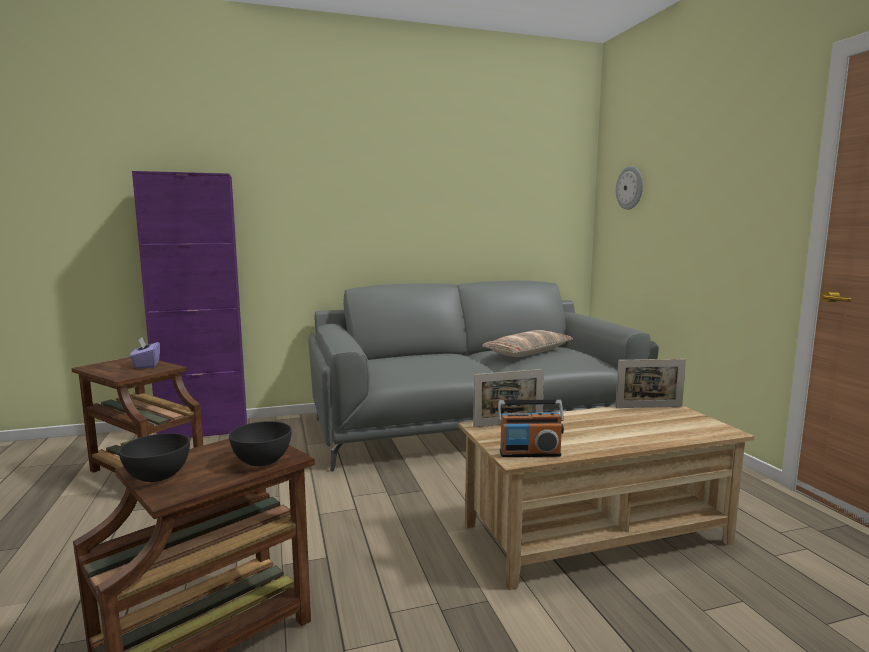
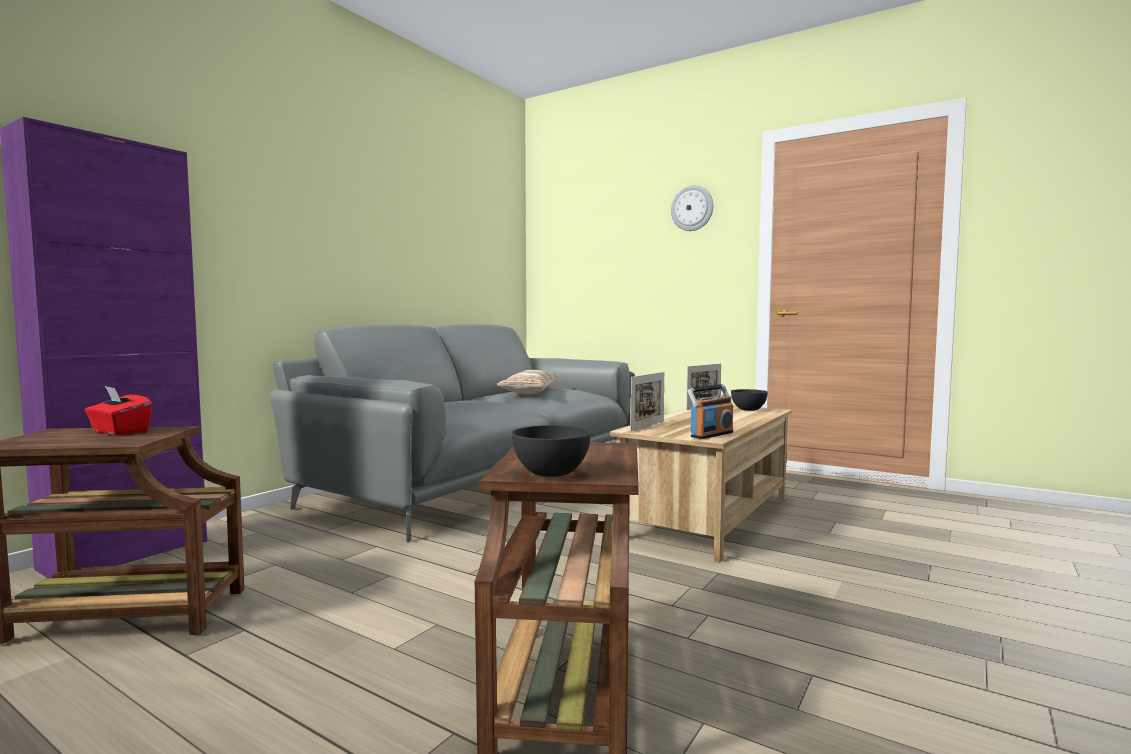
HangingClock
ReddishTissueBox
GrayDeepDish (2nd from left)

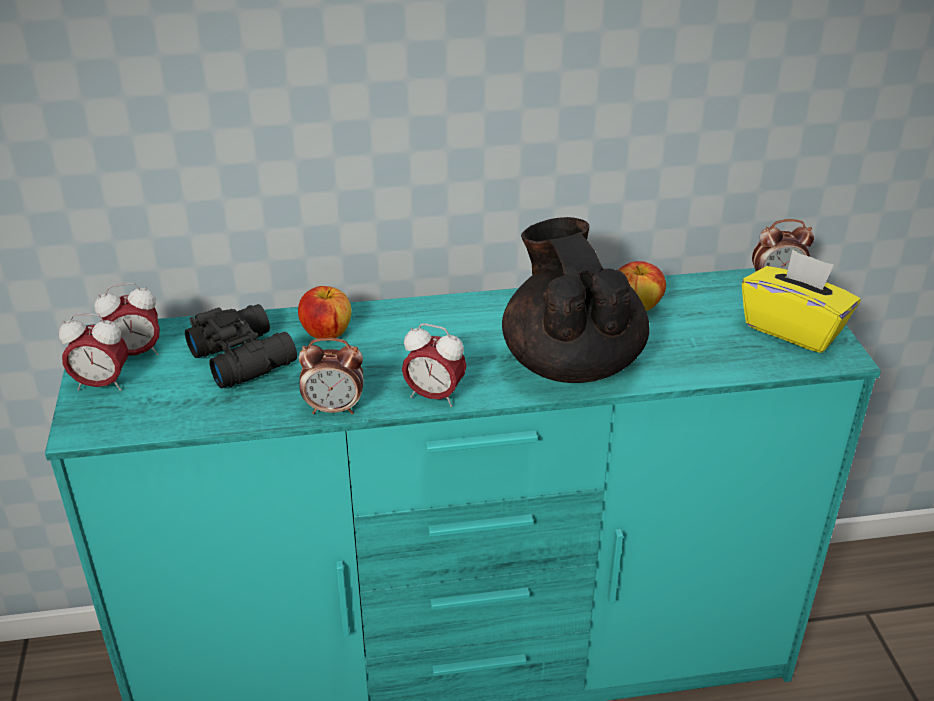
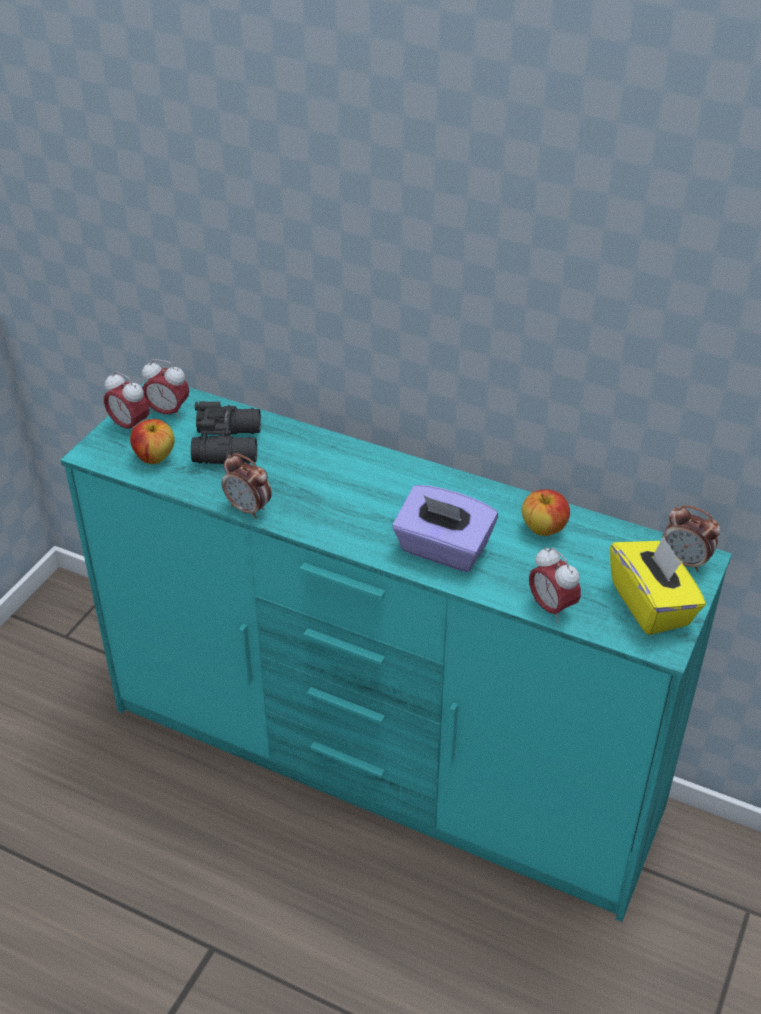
PurplishTissueBox
AppleFruit (1st from left)
TableClock (4th from left)

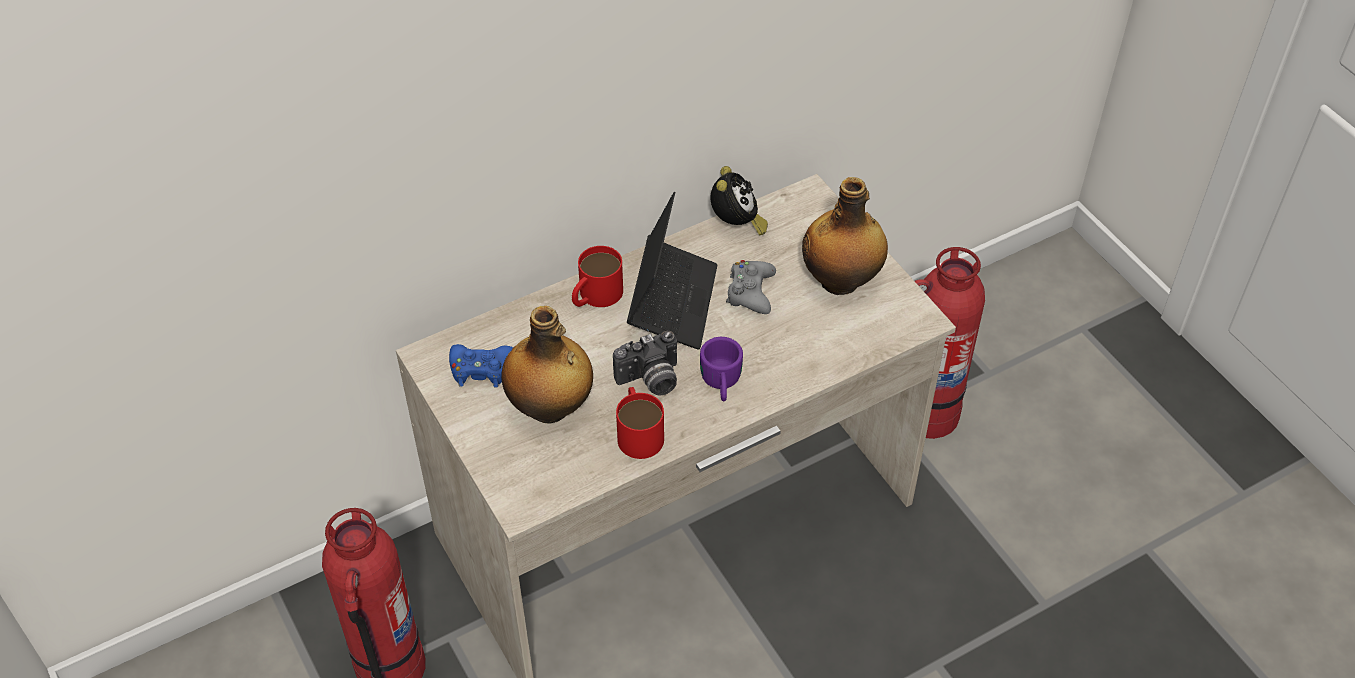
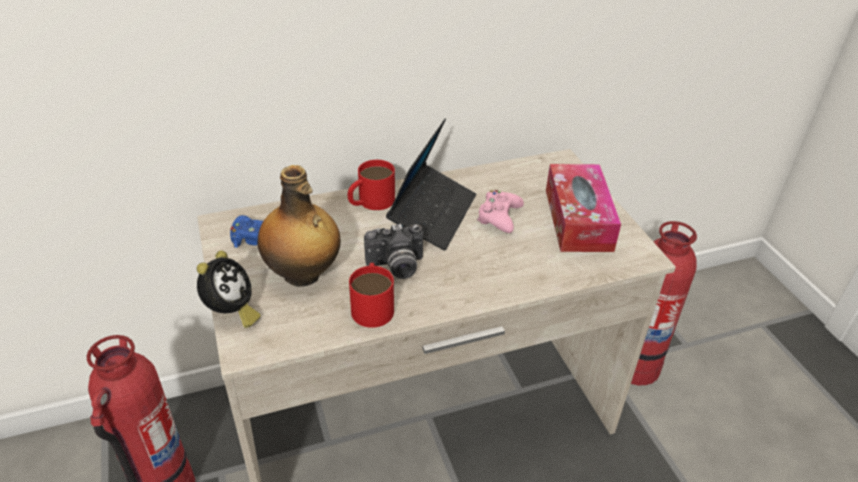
TableClock
TissueBox
PinkishJoypad
PurplishTeaMug

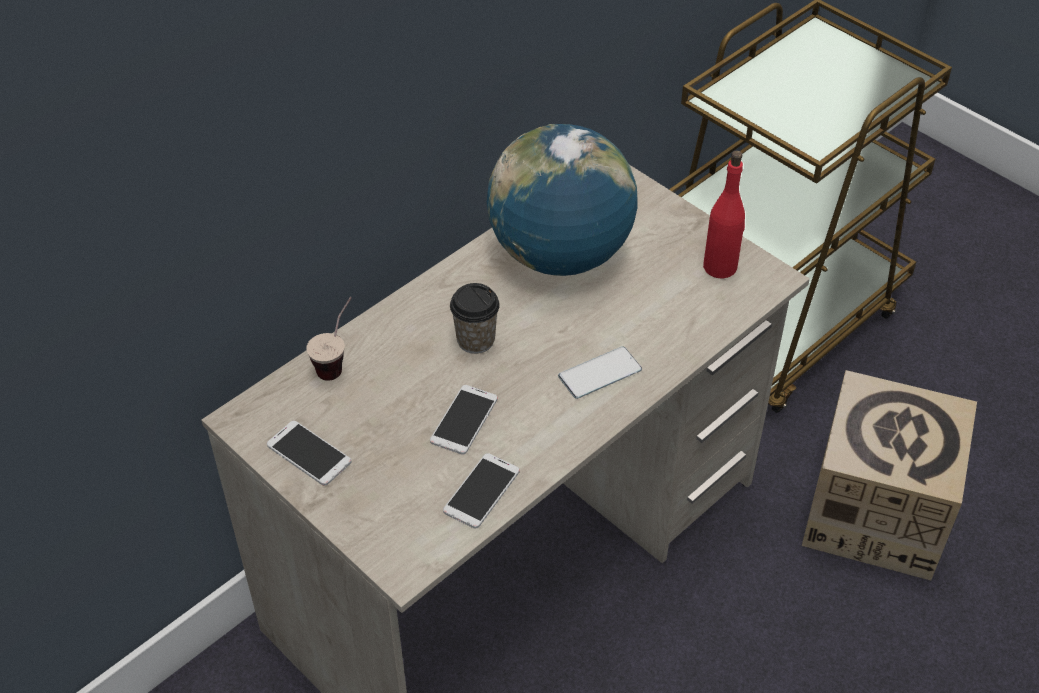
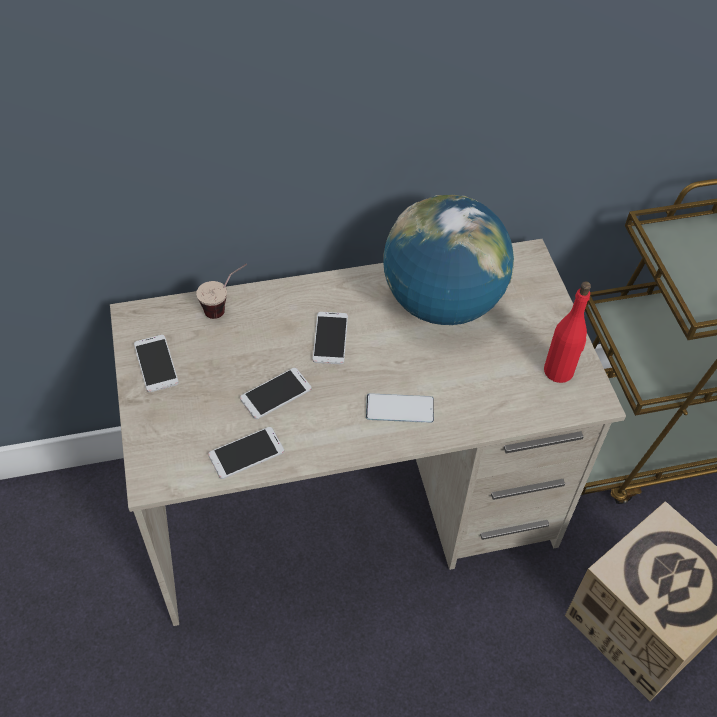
Telephone (4th from left)

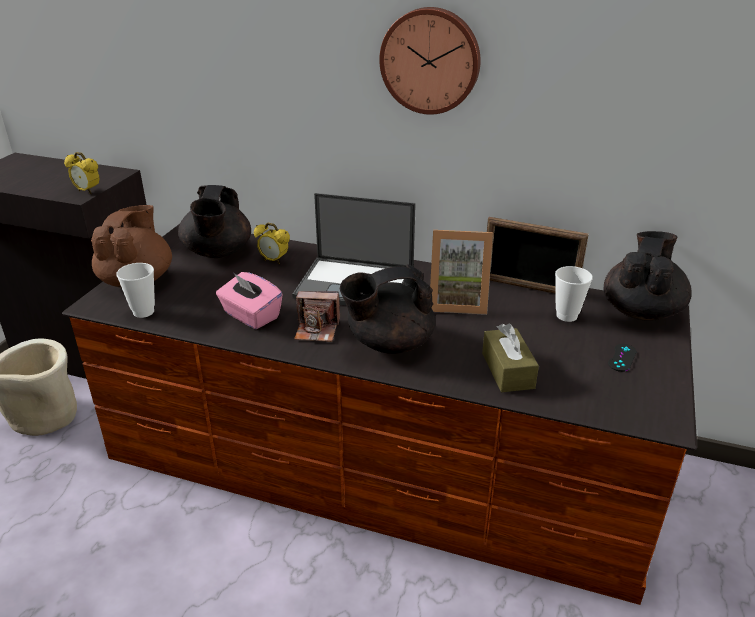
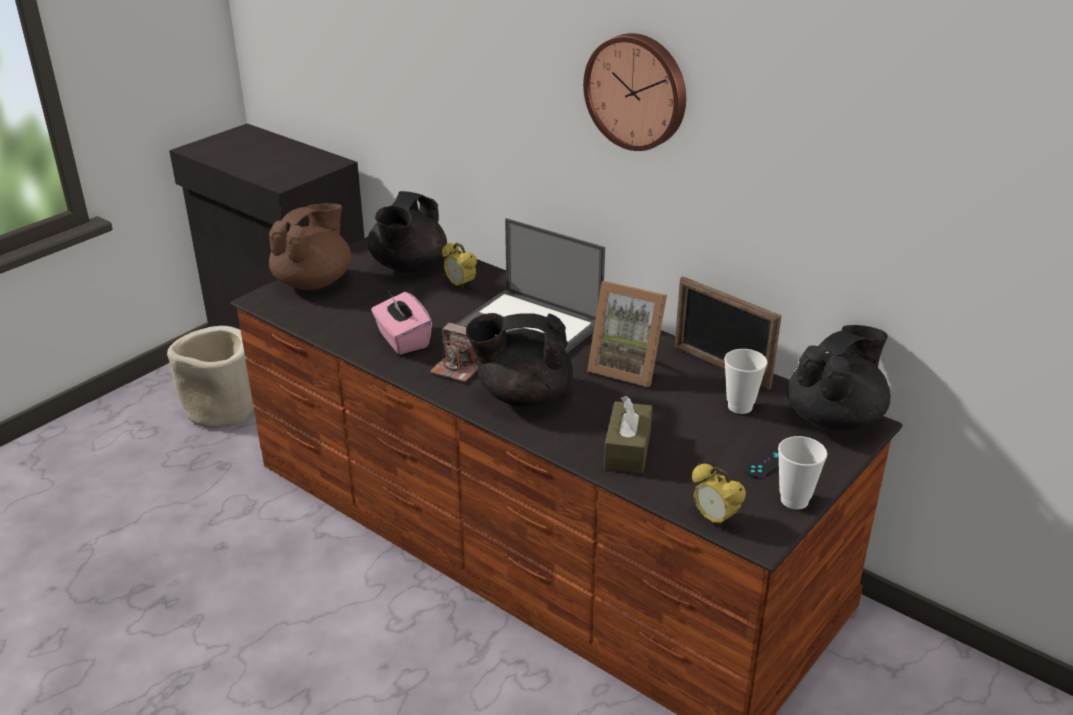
TableClock (2nd from left)
SmallCup (2nd from left)

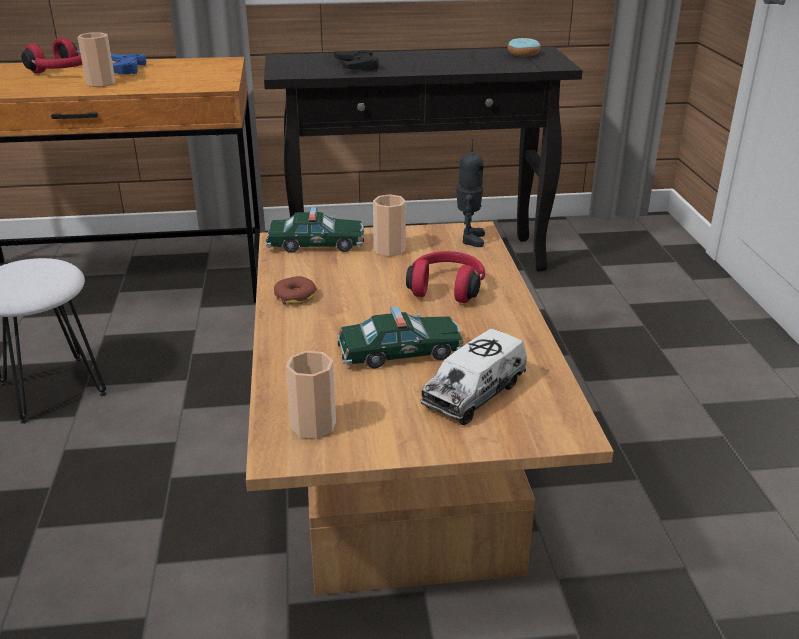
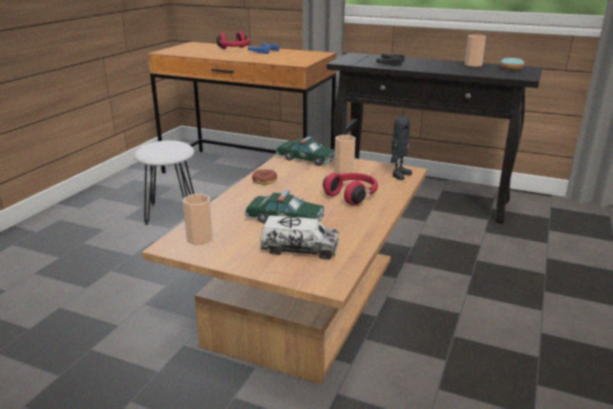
SmallCup (3rd from left)
ModelTruck

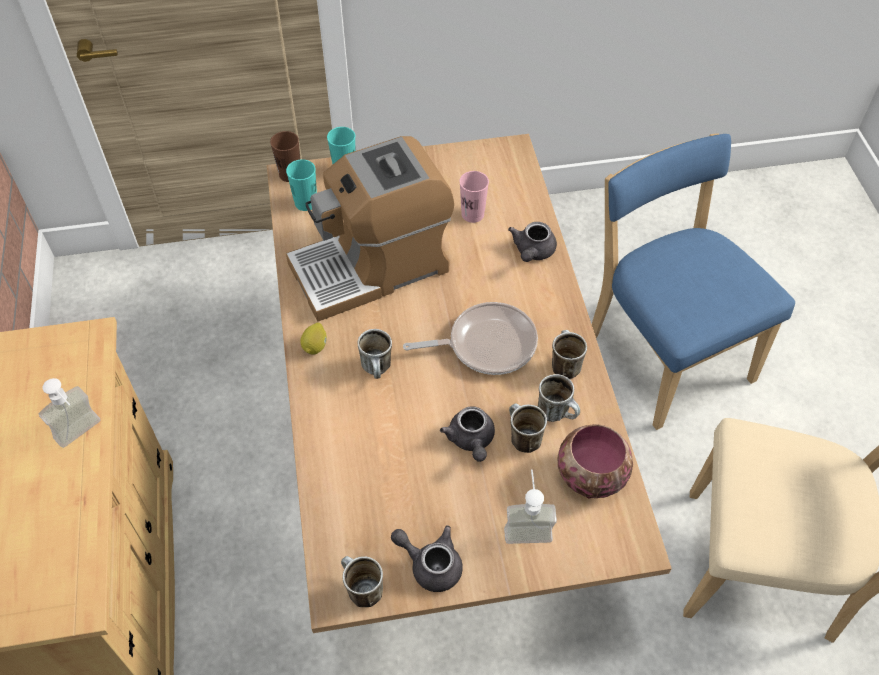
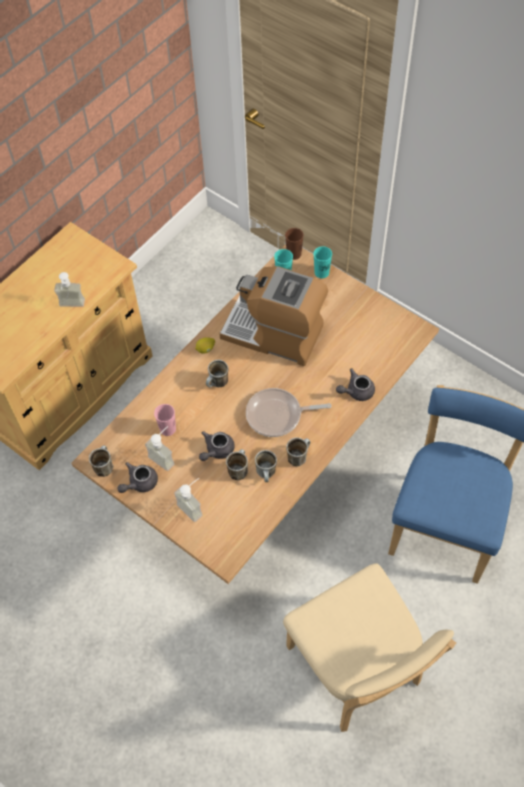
PinkishSmallCup
FryingPan
DeepDish
GrayPotForTea (1st from left)
SoapBottle (2nd from left)

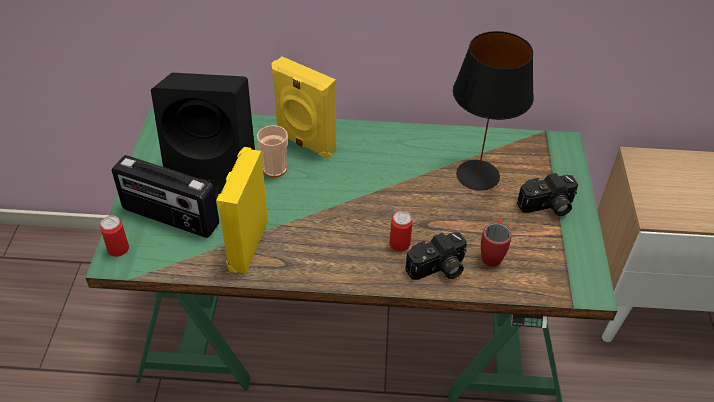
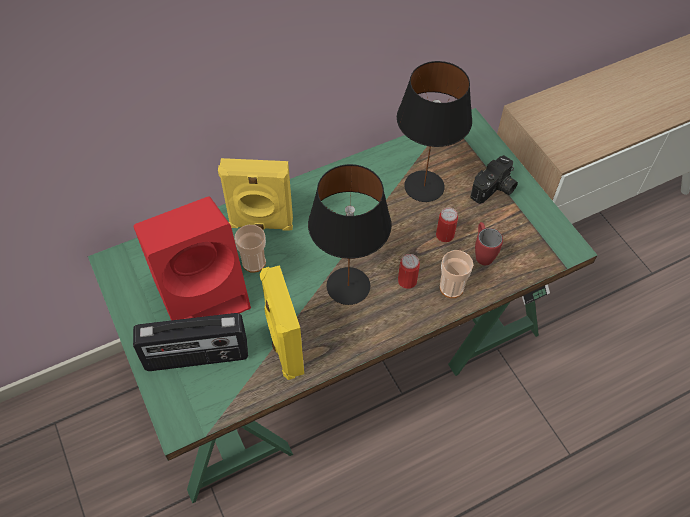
ReddishLoudspeaker
SealedCan (2nd from left)
SmallCup (2nd from left)
BlackTabletopLamp (1st from left)

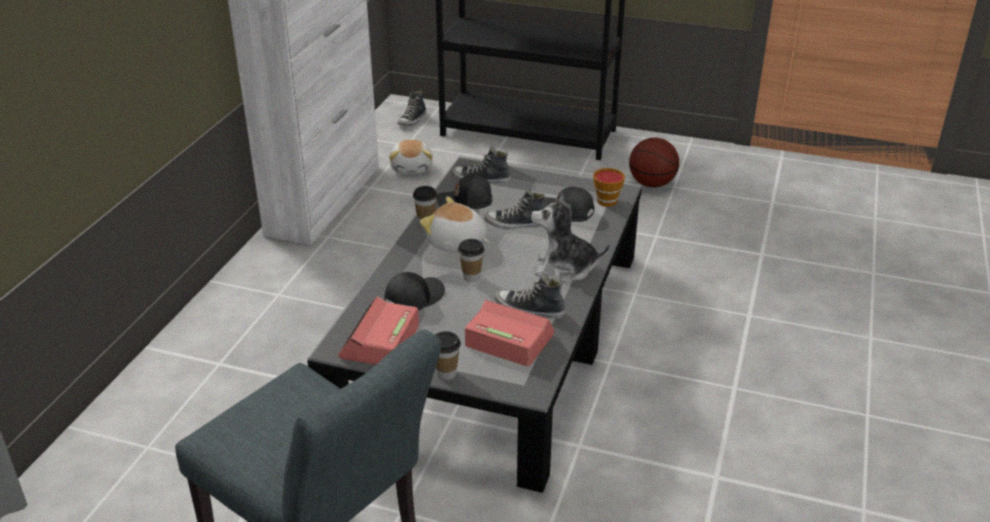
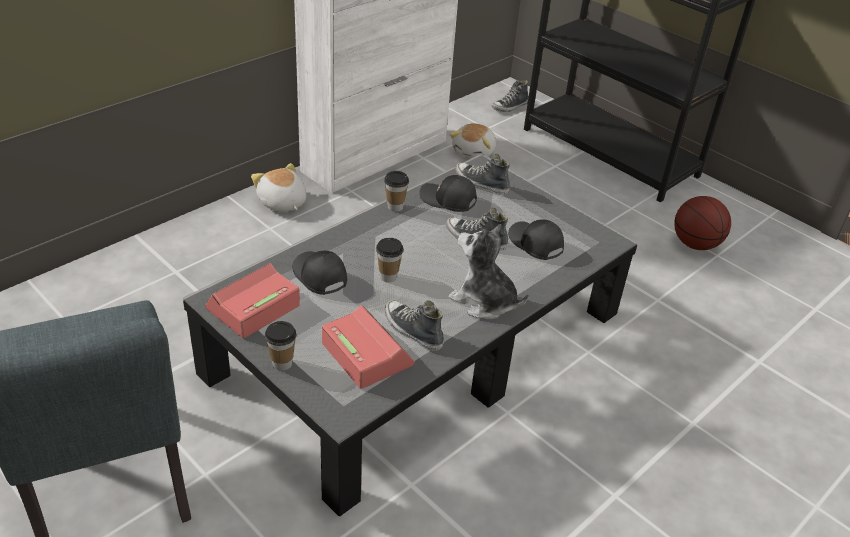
SmallCup (4th from left in the first image)
SoftToy (1st from left)
BlackCap (1st from left)

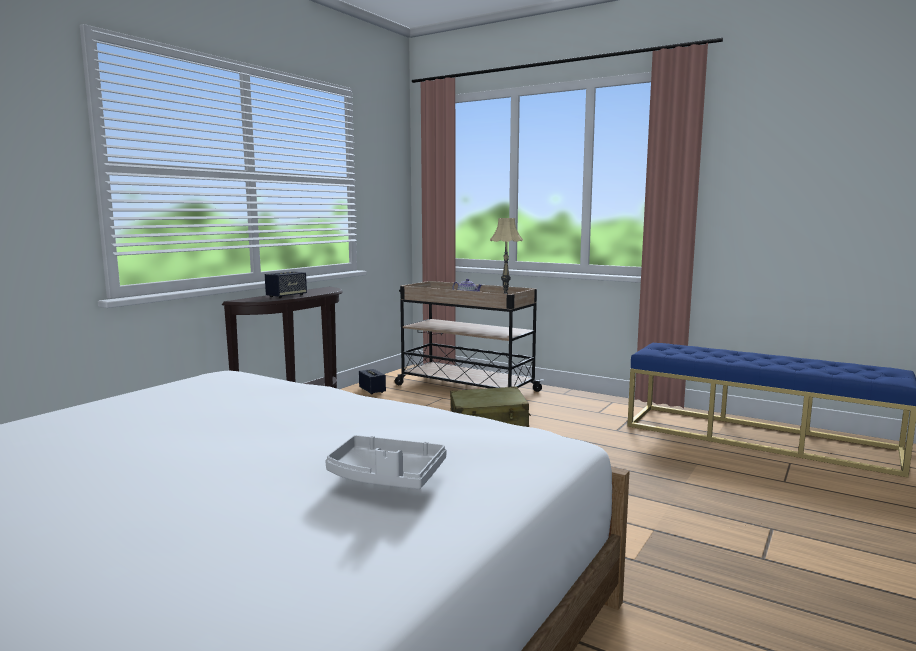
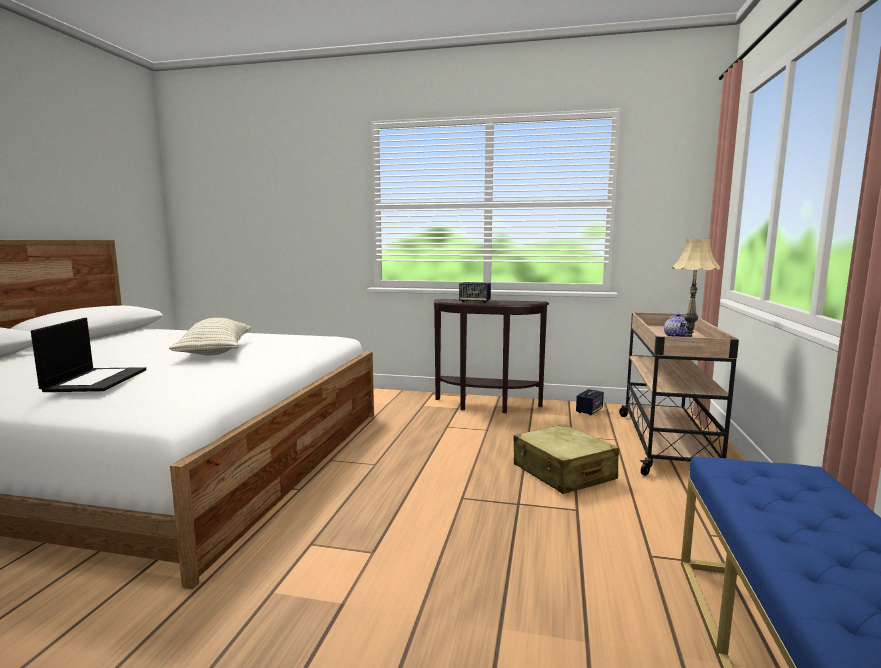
Laptop
Pillow

